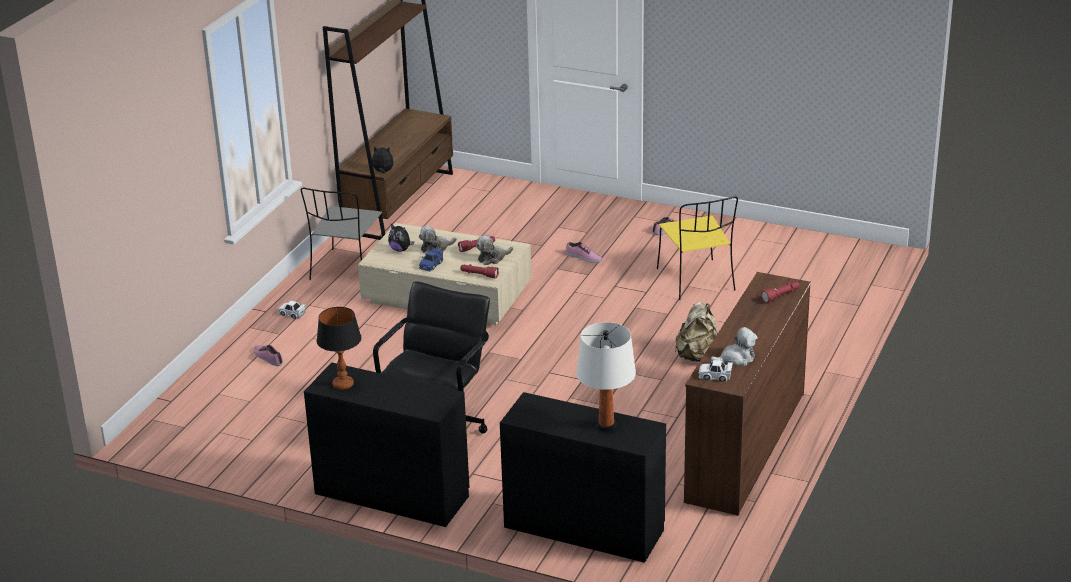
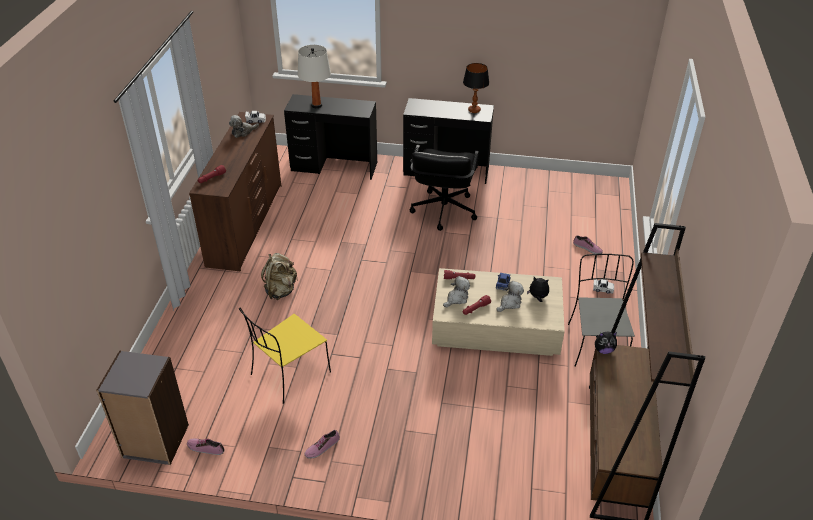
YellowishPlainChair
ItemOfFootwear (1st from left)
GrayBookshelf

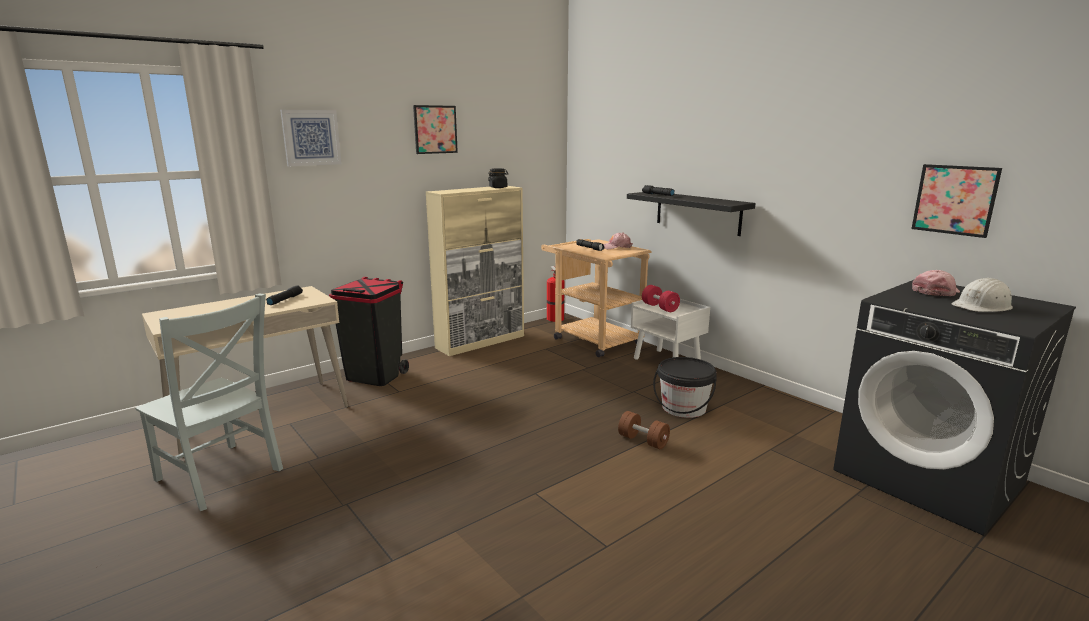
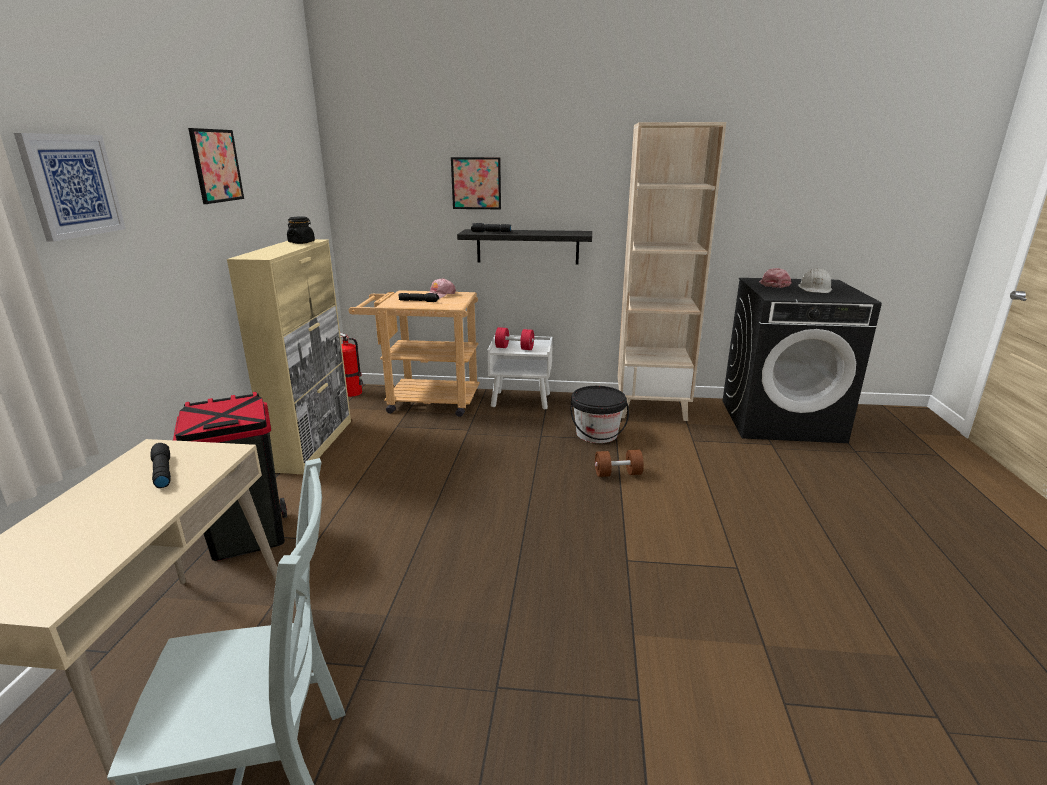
WallPicture (3rd from left)
BeigeBookshelf

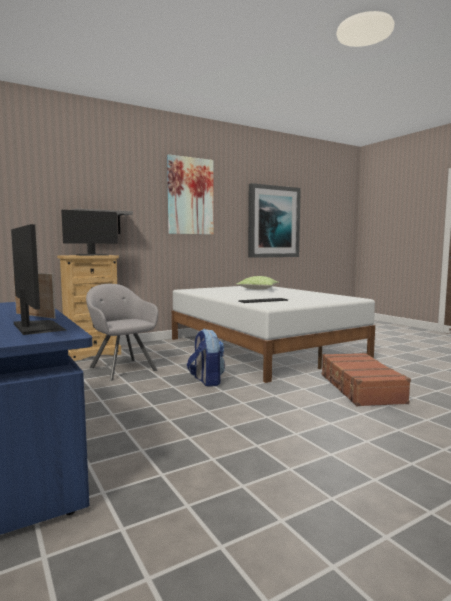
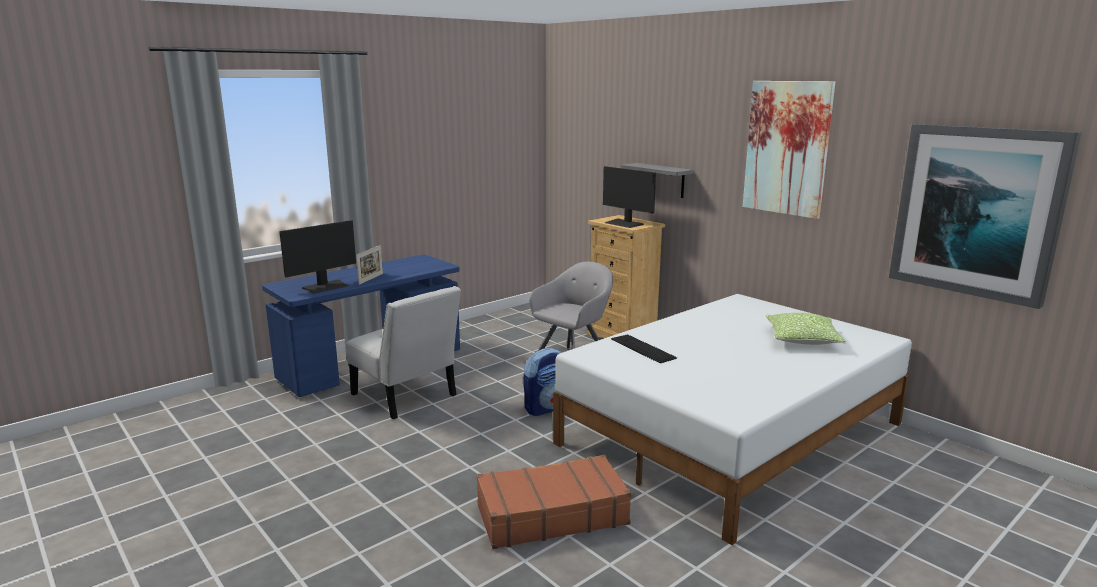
WhitishPlainChair

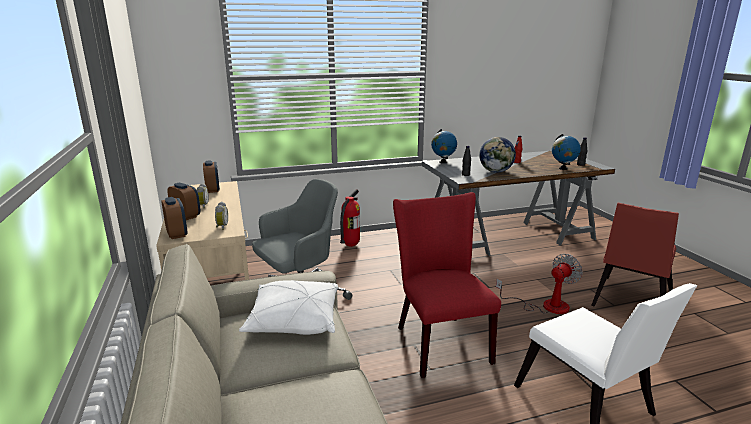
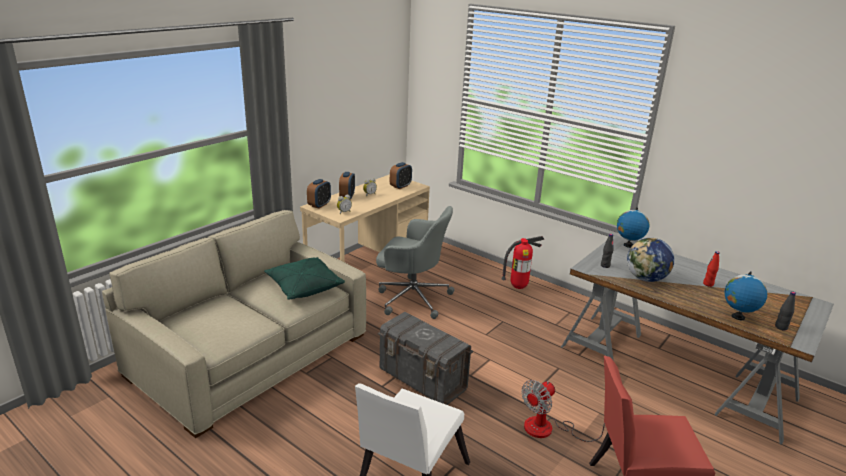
GrayStorageBox
Fan
GreenPillow

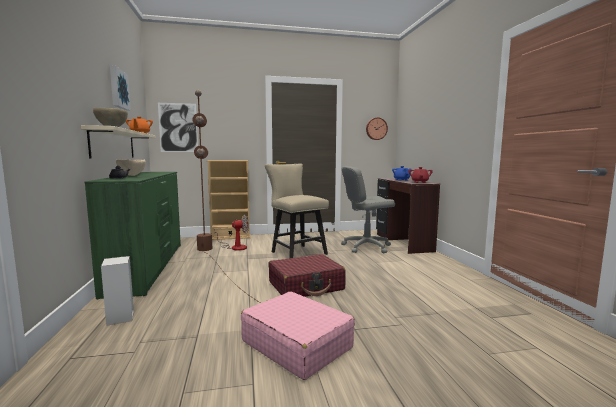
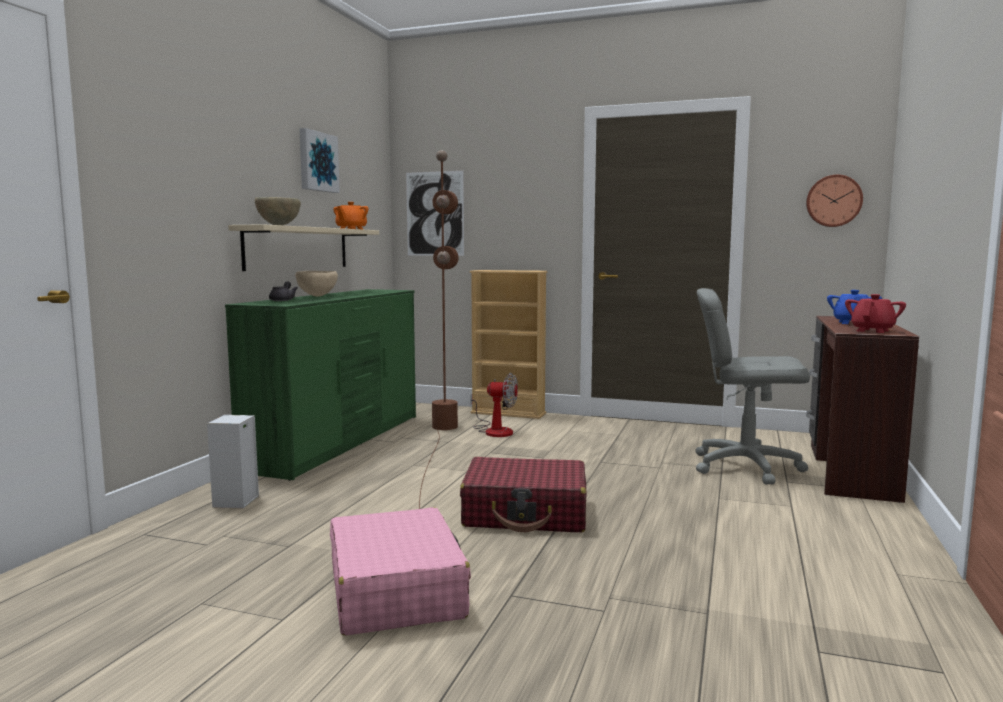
BeigePlainChair

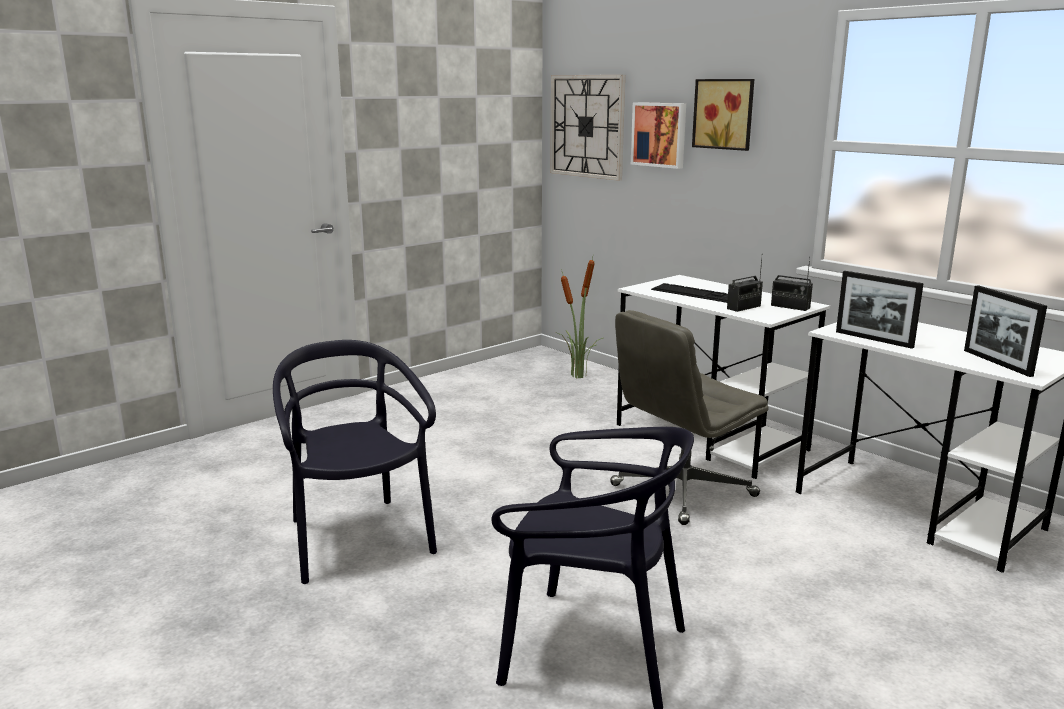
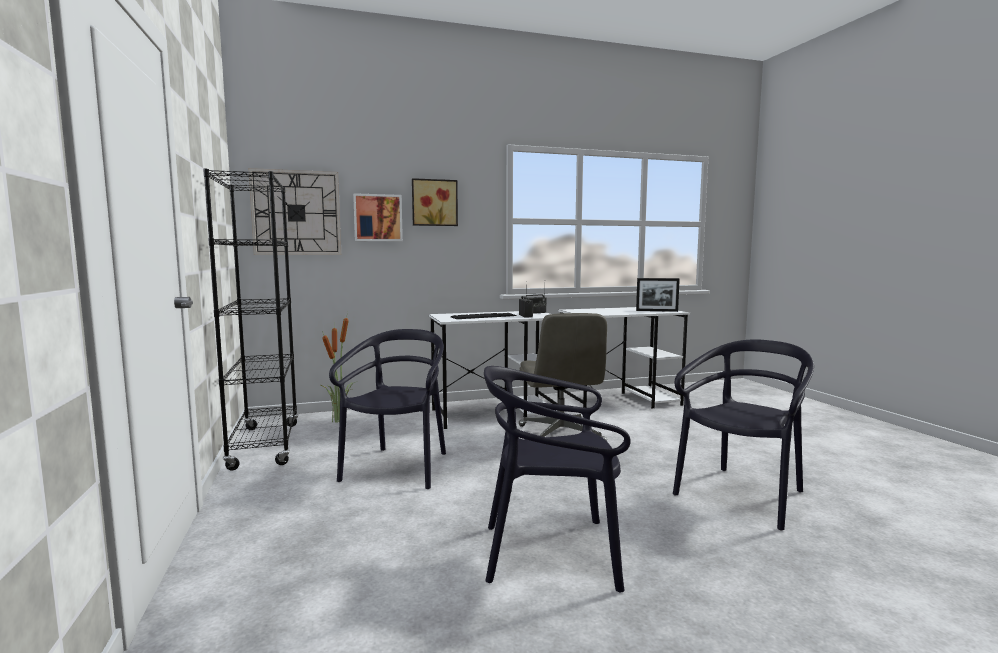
PictureFrame (1st from left in the first image)
BlackBookshelf
BlackPlainChair (1st from left)

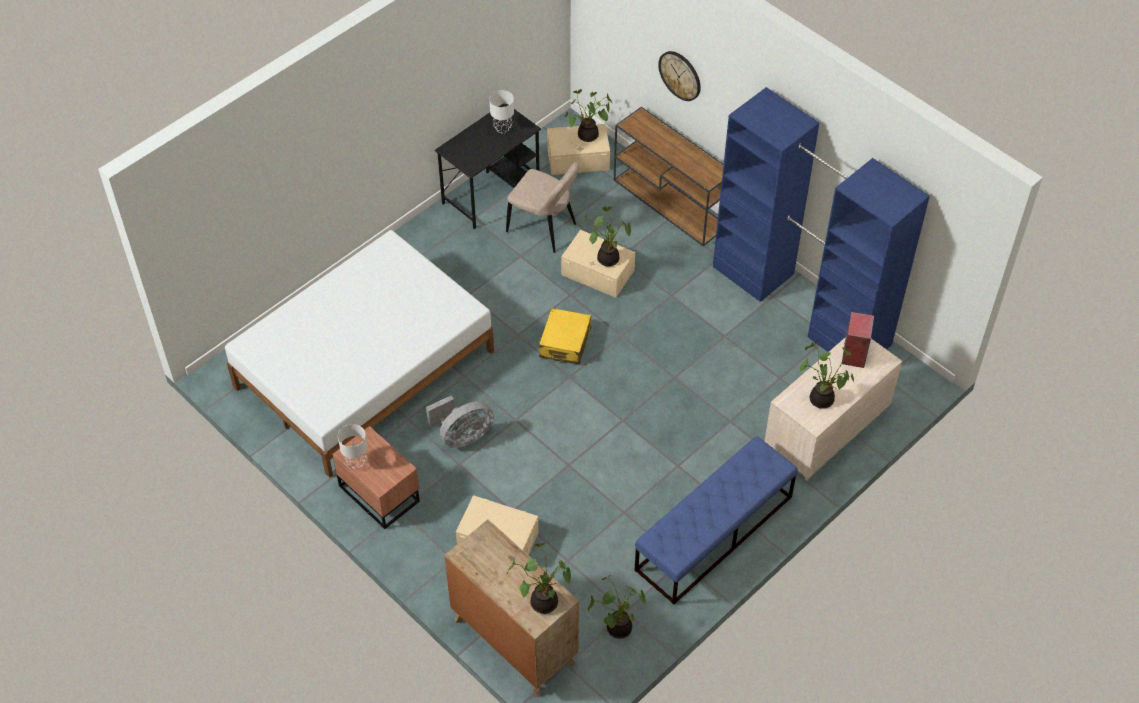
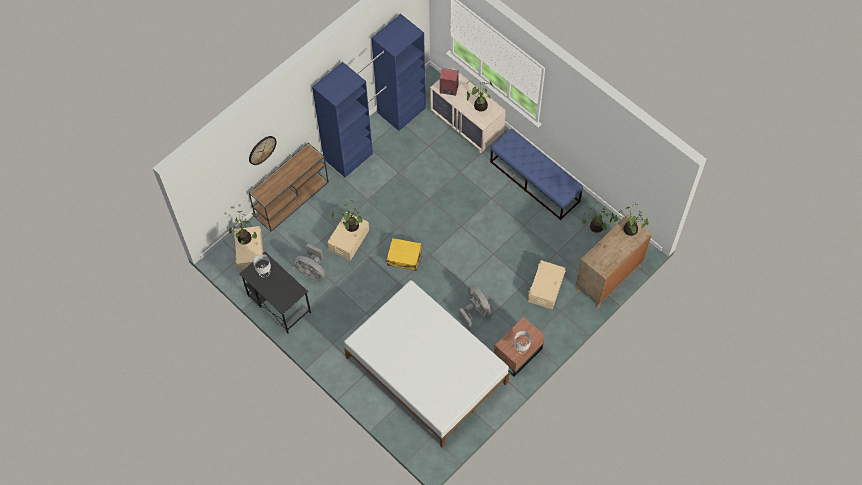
GrayFan (1st from left)

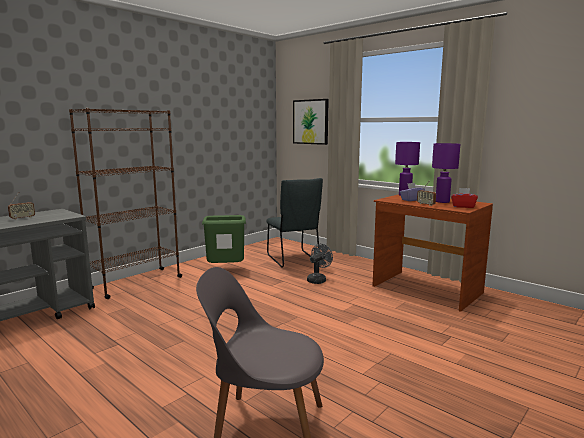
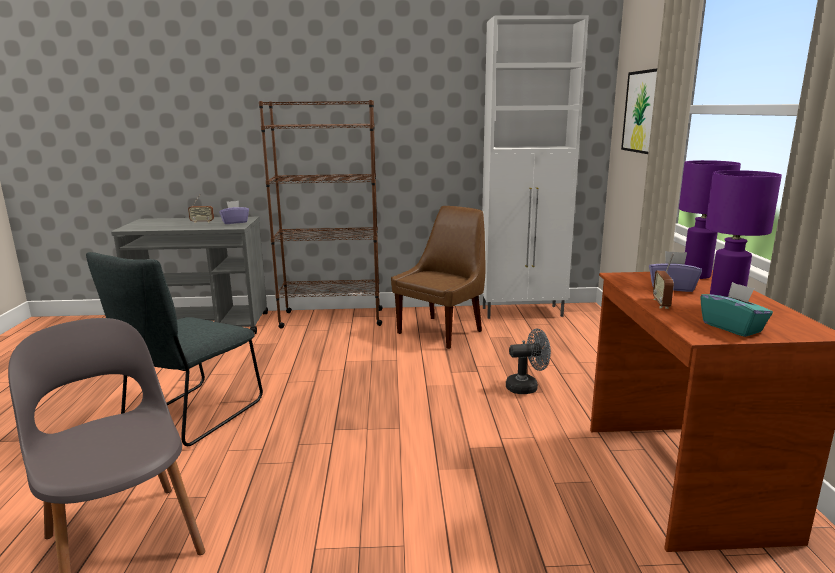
GrayPlainChair (2nd from left)
BlueGreenTissueBox
BrownishPlainChair
WhitishCabinet
PurplishTissueBox (1st from left)

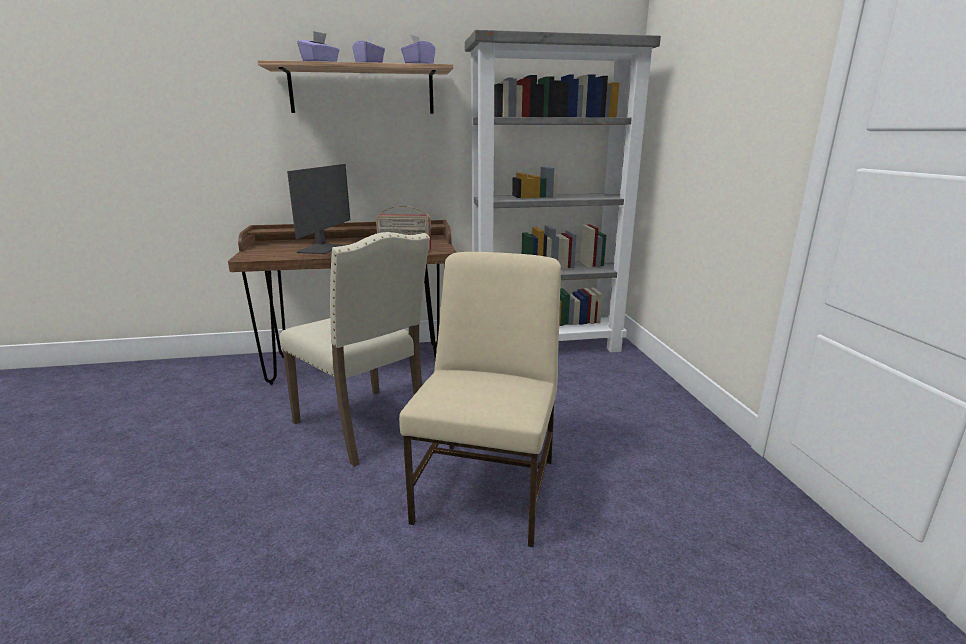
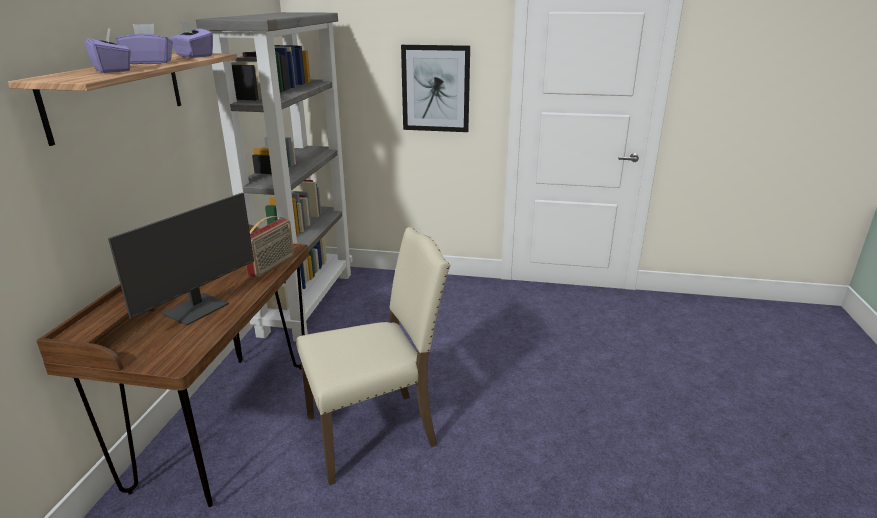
ComputerDisplay
BeigePlainChair (2nd from left in the first image)
WallPicture

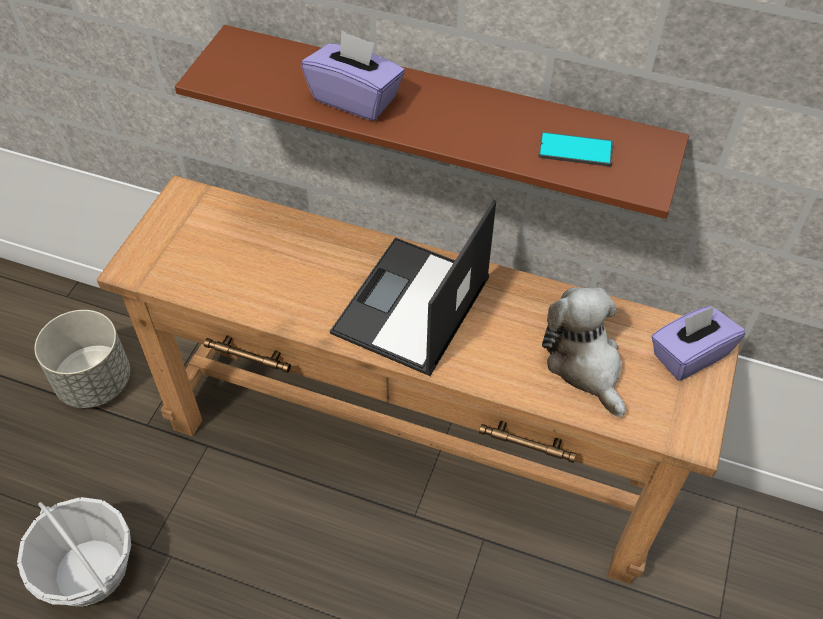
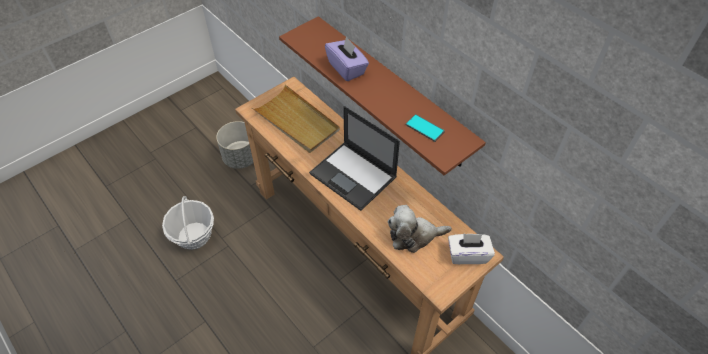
Laptop
SoftToy
WhitishTissueBox
BeigeServingTray

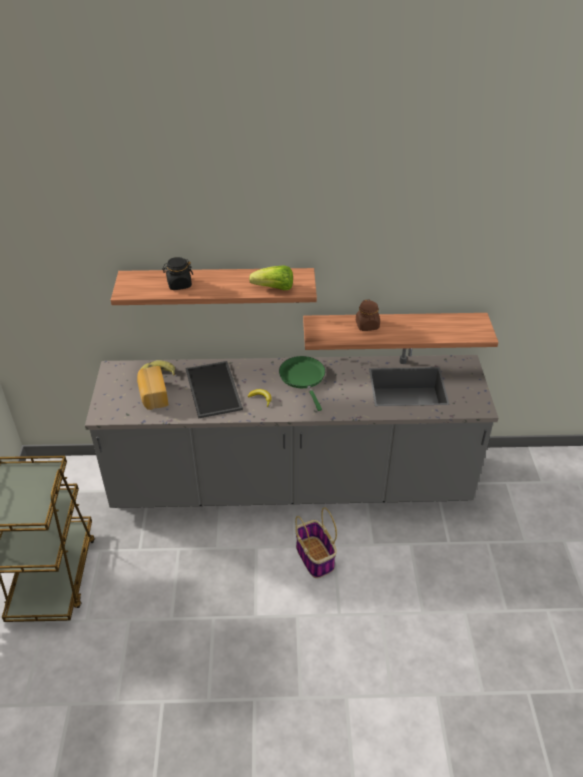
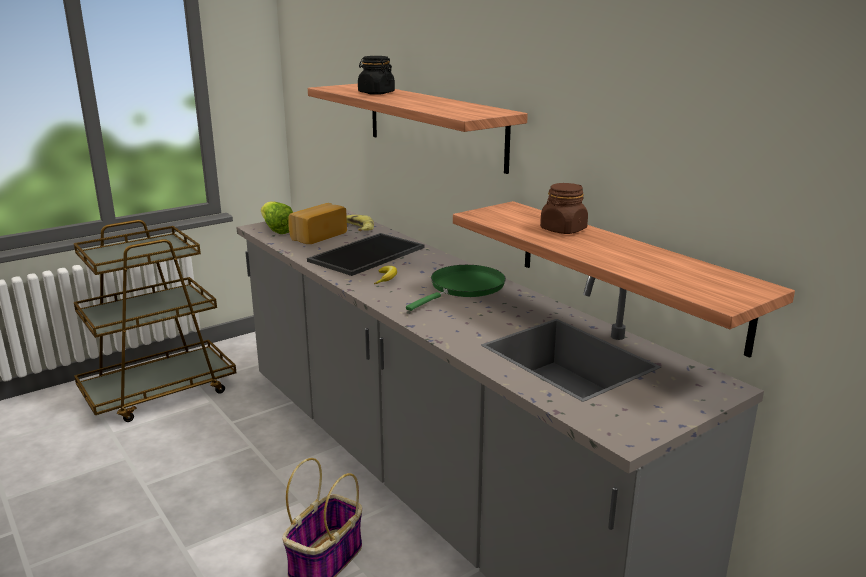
Lettuce

